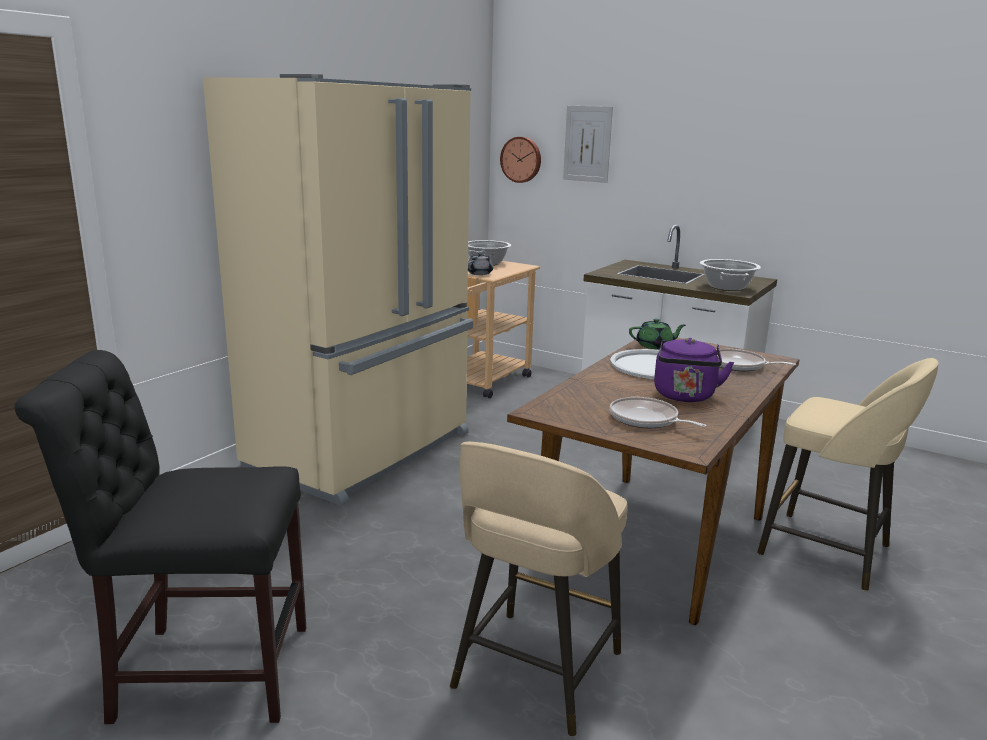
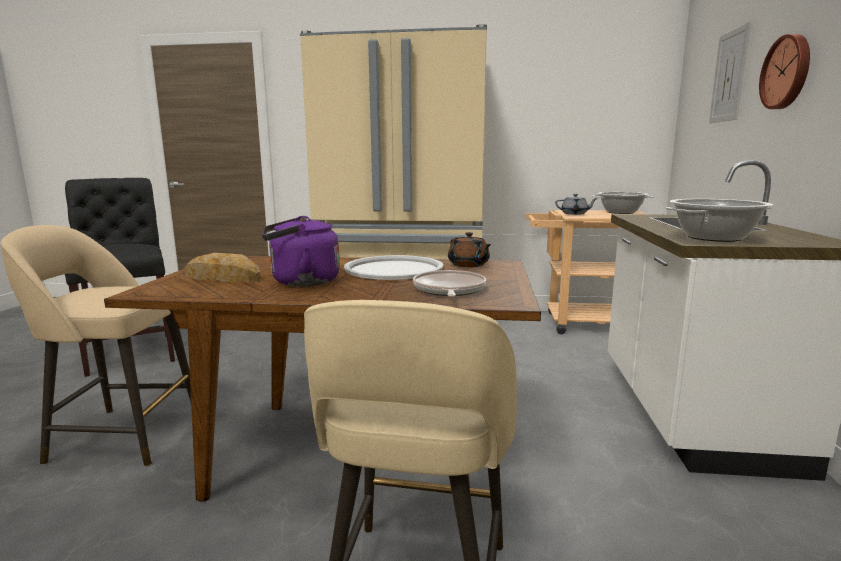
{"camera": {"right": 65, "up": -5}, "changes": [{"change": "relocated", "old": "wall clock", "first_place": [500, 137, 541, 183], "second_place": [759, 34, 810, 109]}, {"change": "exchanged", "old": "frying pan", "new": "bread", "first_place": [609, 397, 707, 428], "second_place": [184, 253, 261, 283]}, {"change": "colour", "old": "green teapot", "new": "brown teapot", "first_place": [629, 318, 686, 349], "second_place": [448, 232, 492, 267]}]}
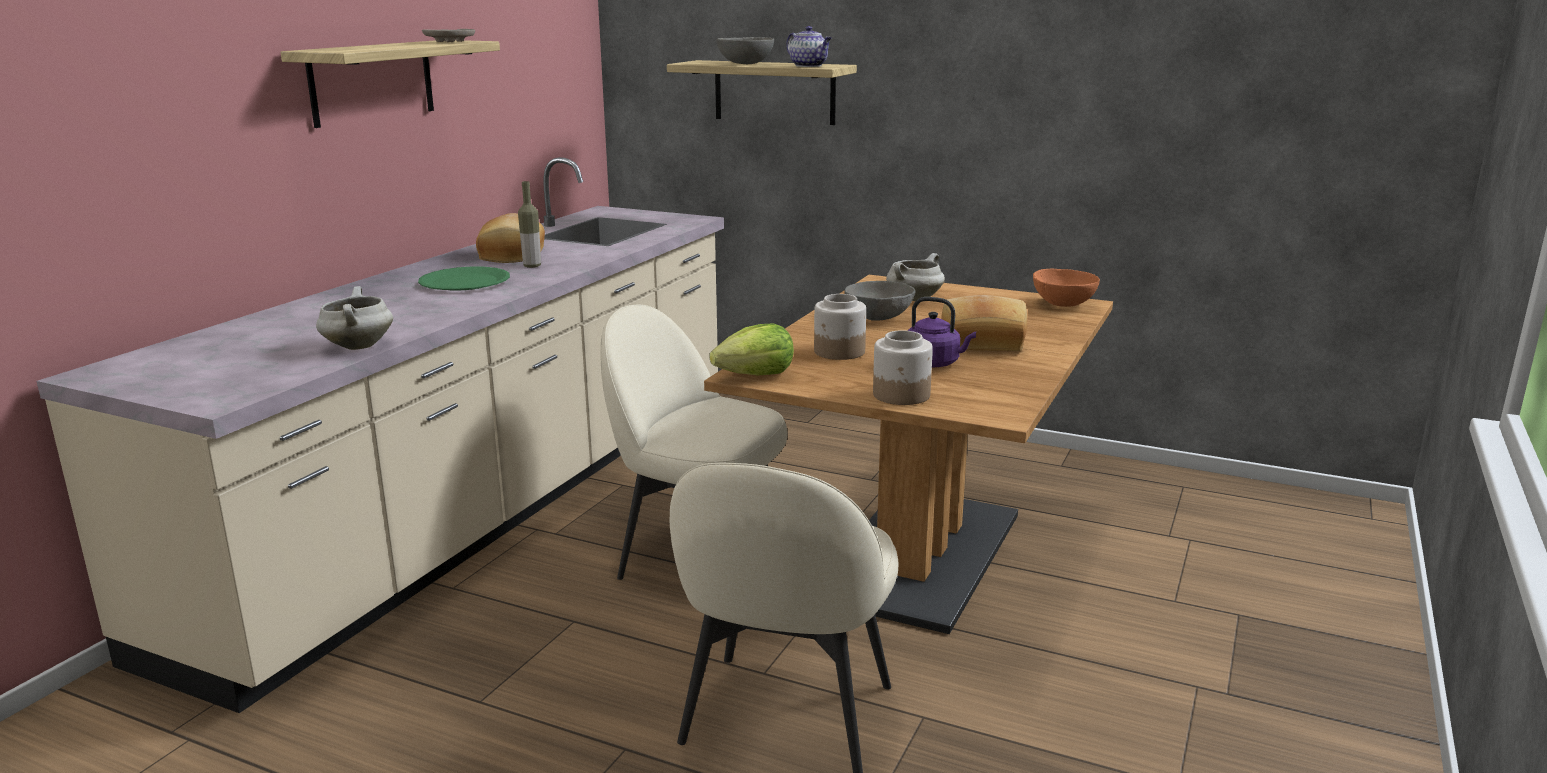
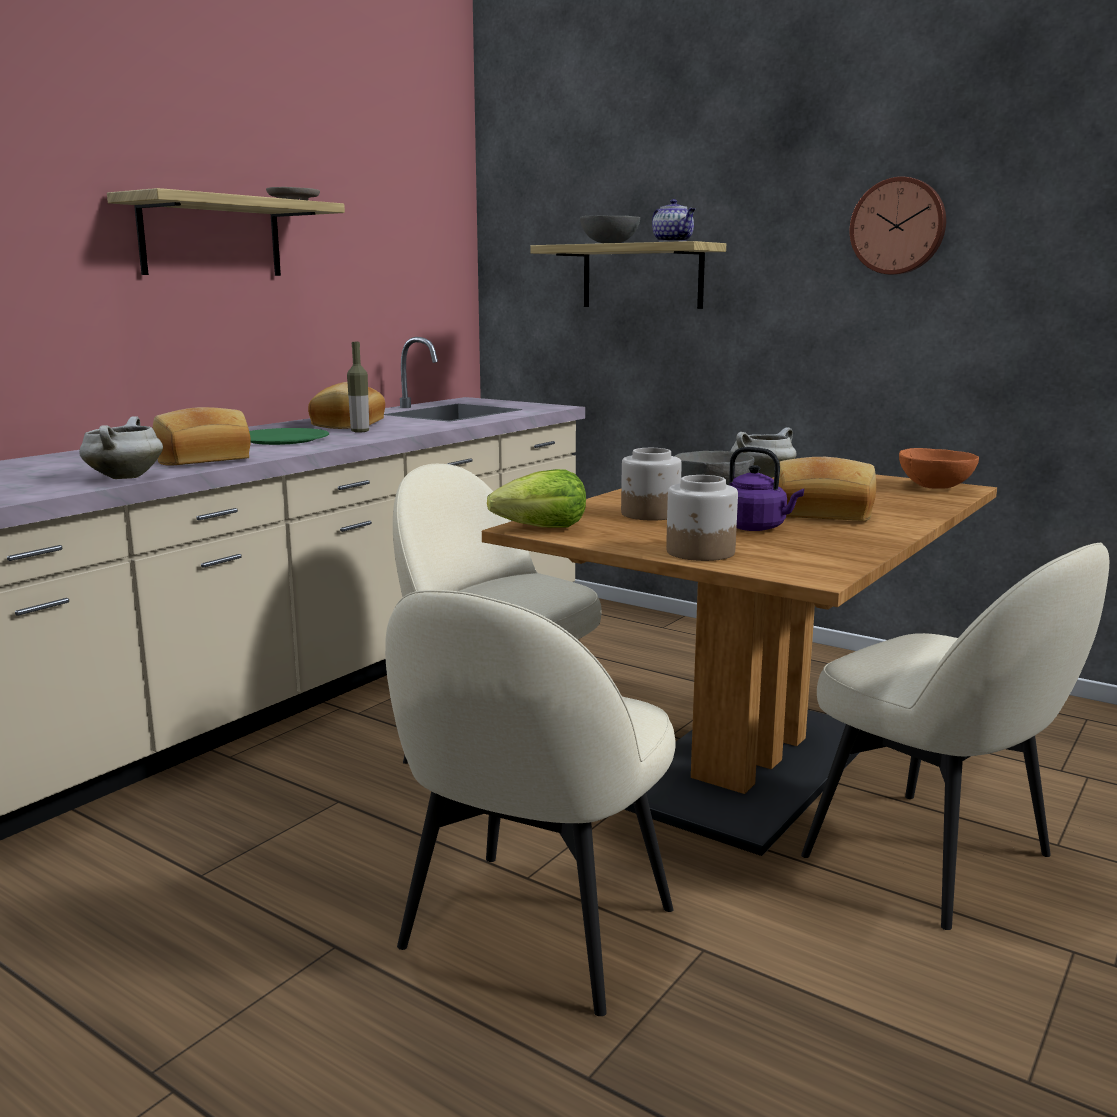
{"camera": {"right": 10, "up": -5}, "changes": [{"change": "appeared", "new": "bread", "second_place": [153, 407, 251, 465]}, {"change": "appeared", "new": "beige chair", "second_place": [801, 543, 1109, 930]}, {"change": "appeared", "new": "wall clock", "second_place": [850, 177, 946, 275]}]}
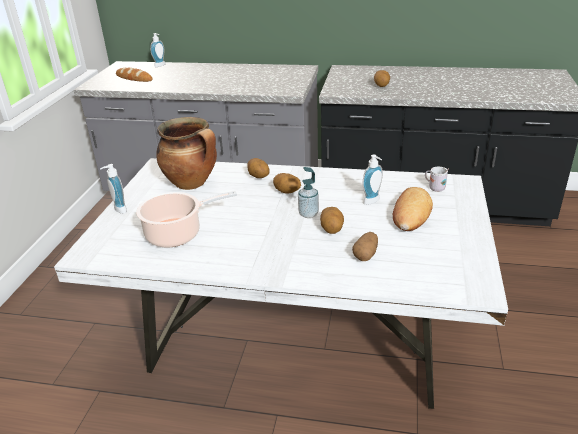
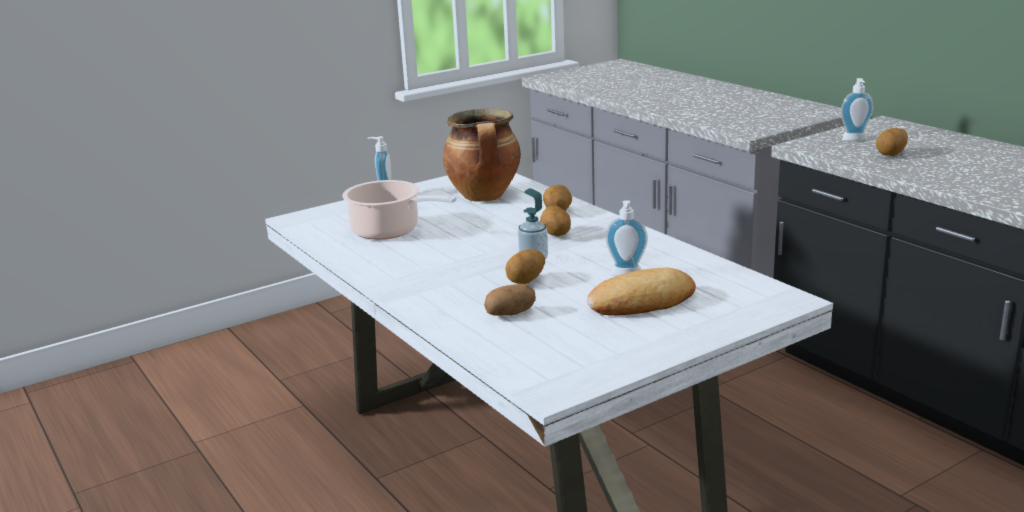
{"camera": {"right": 45, "up": -10}, "changes": [{"change": "missing", "old": "bread", "first_place": [116, 68, 153, 82]}, {"change": "relocated", "old": "soap dispenser", "first_place": [150, 33, 166, 67], "second_place": [841, 78, 873, 141]}, {"change": "missing", "old": "white mug", "first_place": [425, 167, 449, 192]}]}
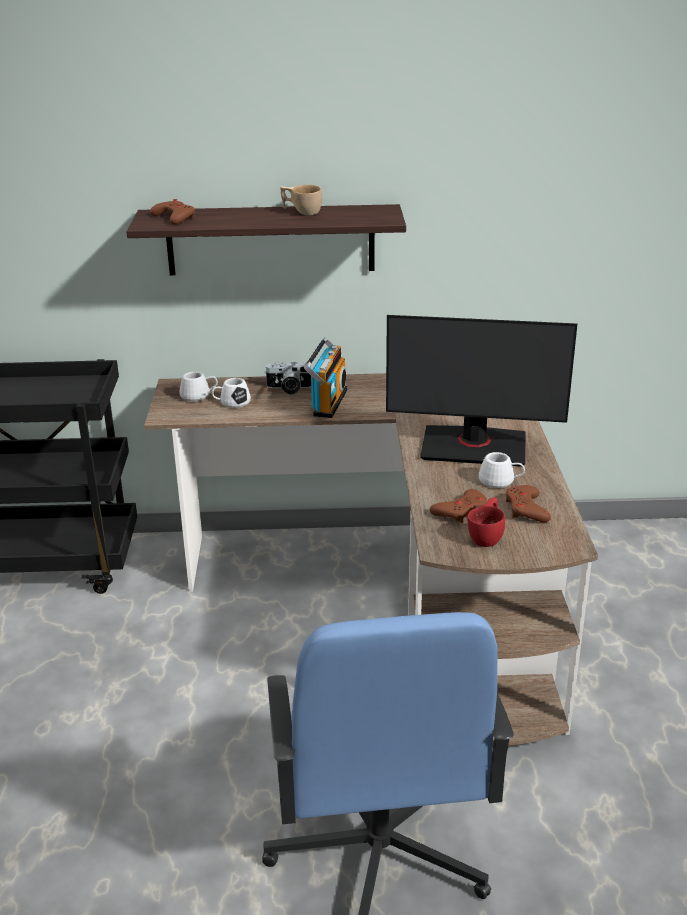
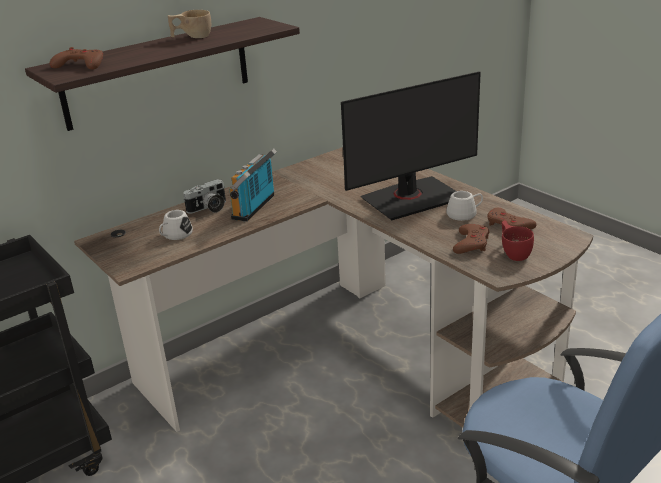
{"camera": {"right": -35, "up": 0}, "changes": [{"change": "missing", "old": "white mug", "first_place": [180, 371, 218, 401]}, {"change": "spun", "old": "radio", "first_place": [304, 337, 347, 418], "second_place": [229, 149, 277, 222], "degrees": -135}]}
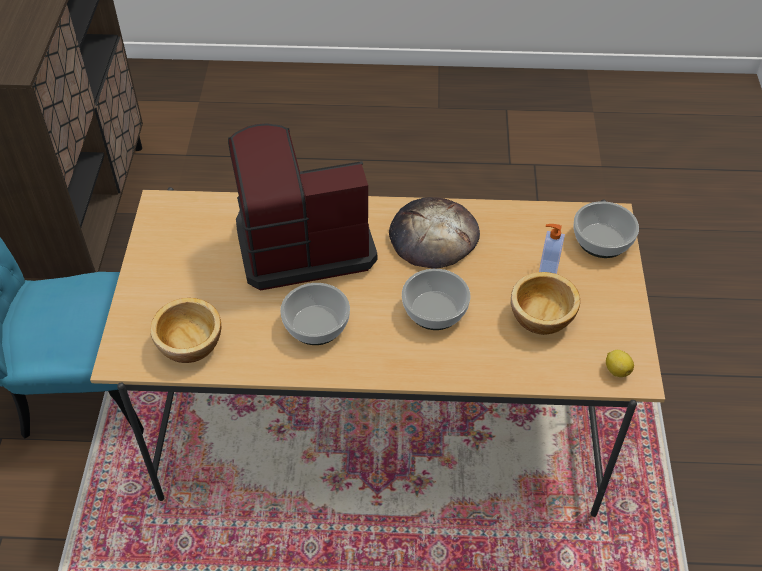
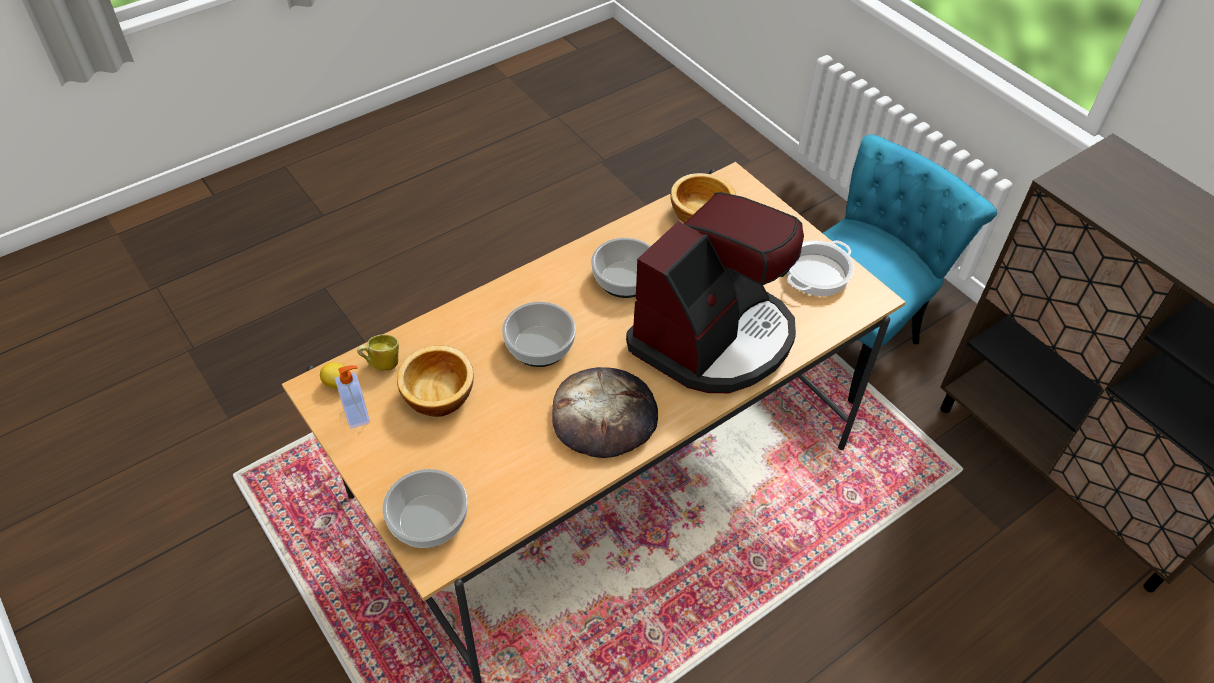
{"camera": {"right": 140, "up": 0}, "changes": [{"change": "relocated", "old": "soap dispenser", "first_place": [539, 224, 565, 274], "second_place": [335, 365, 370, 429]}, {"change": "appeared", "new": "mug", "second_place": [357, 335, 399, 371]}, {"change": "appeared", "new": "cooking pot", "second_place": [787, 240, 854, 296]}]}
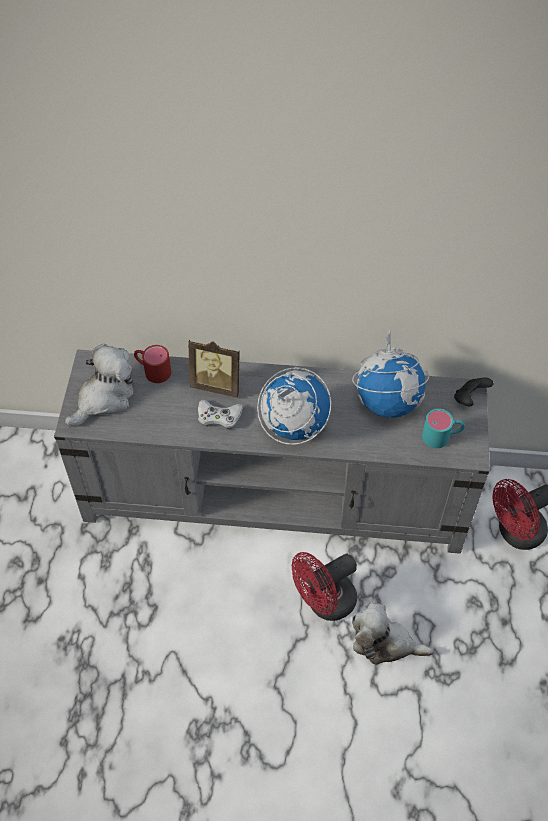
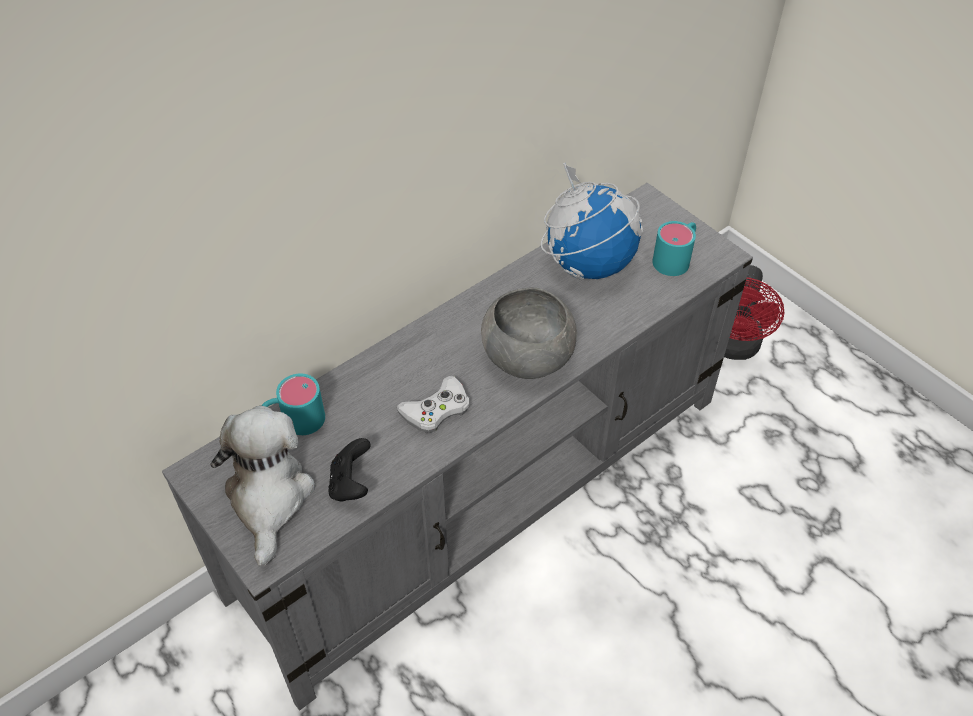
{"camera": {"right": -45, "up": -5}, "changes": [{"change": "colour", "old": "red mug", "new": "turquoise mug", "first_place": [134, 345, 171, 383], "second_place": [261, 374, 325, 435]}, {"change": "missing", "old": "picture frame", "first_place": [188, 339, 240, 398]}, {"change": "exchanged", "old": "globe", "new": "grey bowl", "first_place": [257, 367, 331, 445], "second_place": [481, 287, 577, 379]}, {"change": "missing", "old": "red fan", "first_place": [292, 552, 357, 621]}, {"change": "missing", "old": "plush toy", "first_place": [352, 603, 434, 665]}, {"change": "relocated", "old": "black game controller", "first_place": [454, 378, 494, 406], "second_place": [328, 438, 371, 501]}]}
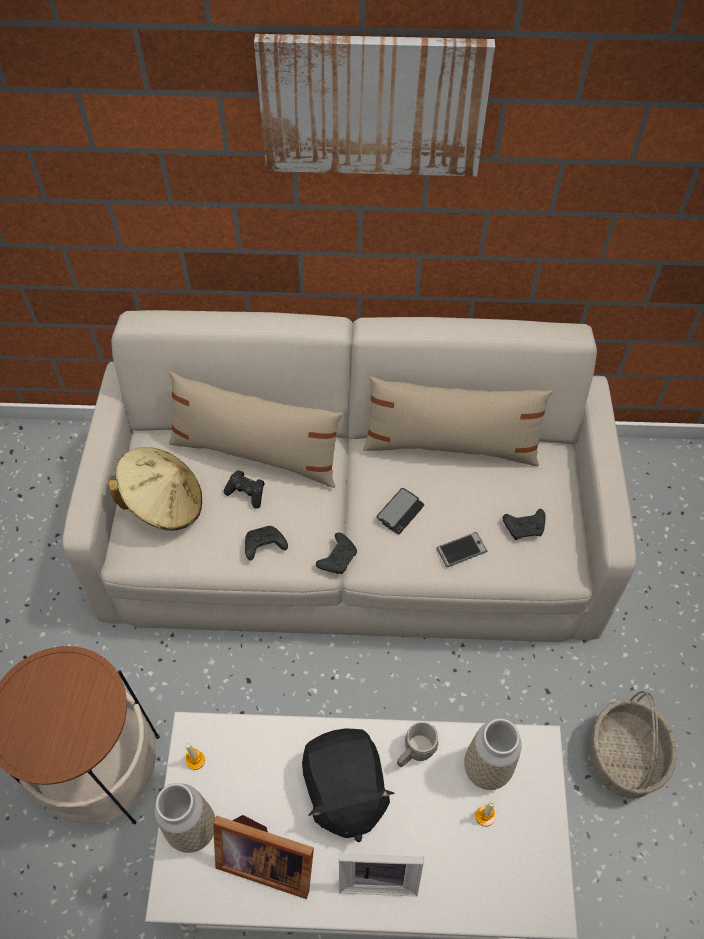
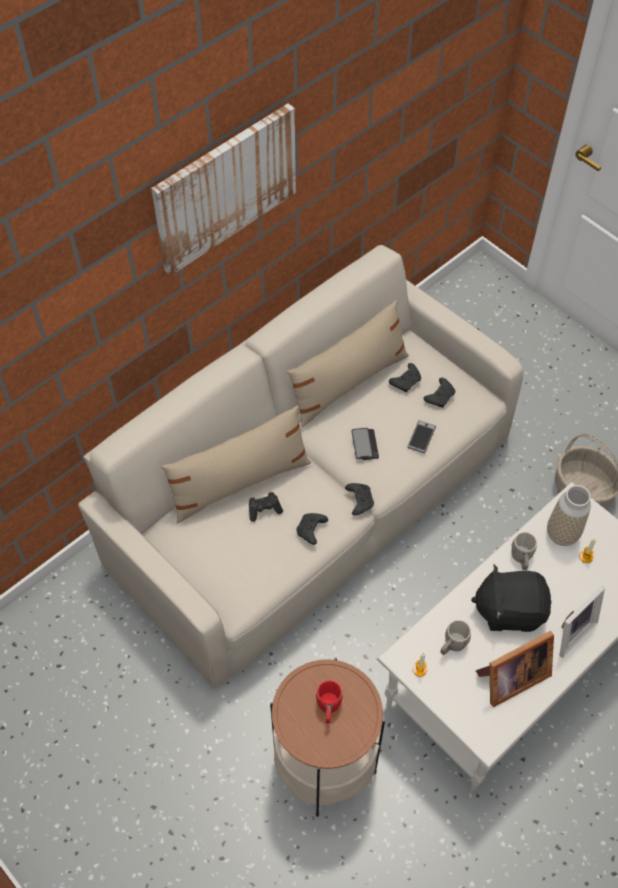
{"camera": {"right": -45, "up": 0}, "changes": [{"change": "missing", "old": "beige hat", "first_place": [108, 447, 202, 531]}, {"change": "missing", "old": "vase", "first_place": [155, 783, 215, 853]}, {"change": "spun", "old": "black plush toy", "first_place": [302, 728, 395, 843], "second_place": [471, 564, 551, 632], "degrees": 150}, {"change": "appeared", "new": "red mug", "second_place": [316, 680, 343, 724]}, {"change": "appeared", "new": "black game controller", "second_place": [389, 363, 421, 392]}, {"change": "appeared", "new": "grey mug", "second_place": [440, 620, 471, 655]}]}
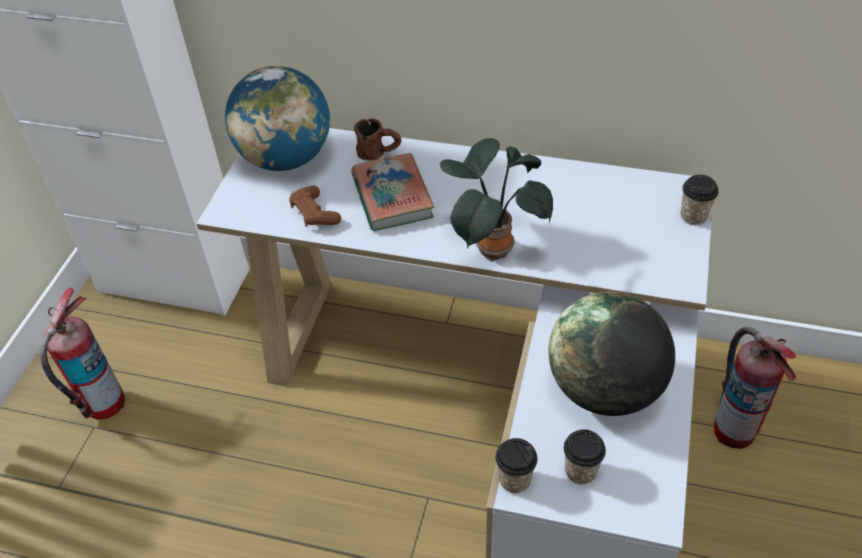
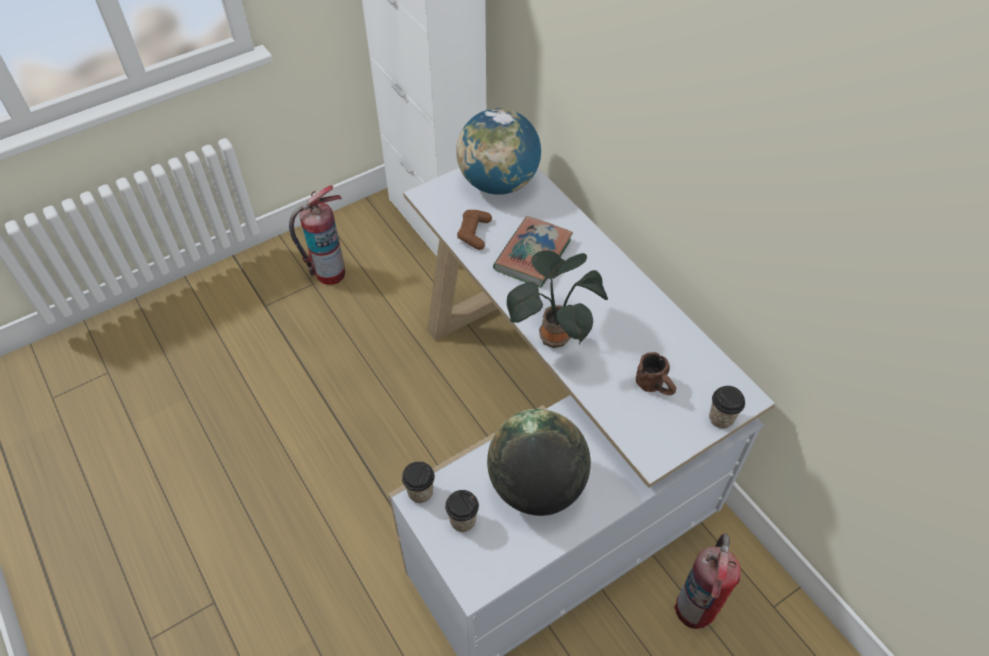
{"camera": {"right": 40, "up": 5}, "changes": [{"change": "relocated", "old": "brown mug", "first_place": [354, 118, 401, 161], "second_place": [636, 352, 677, 395]}]}
